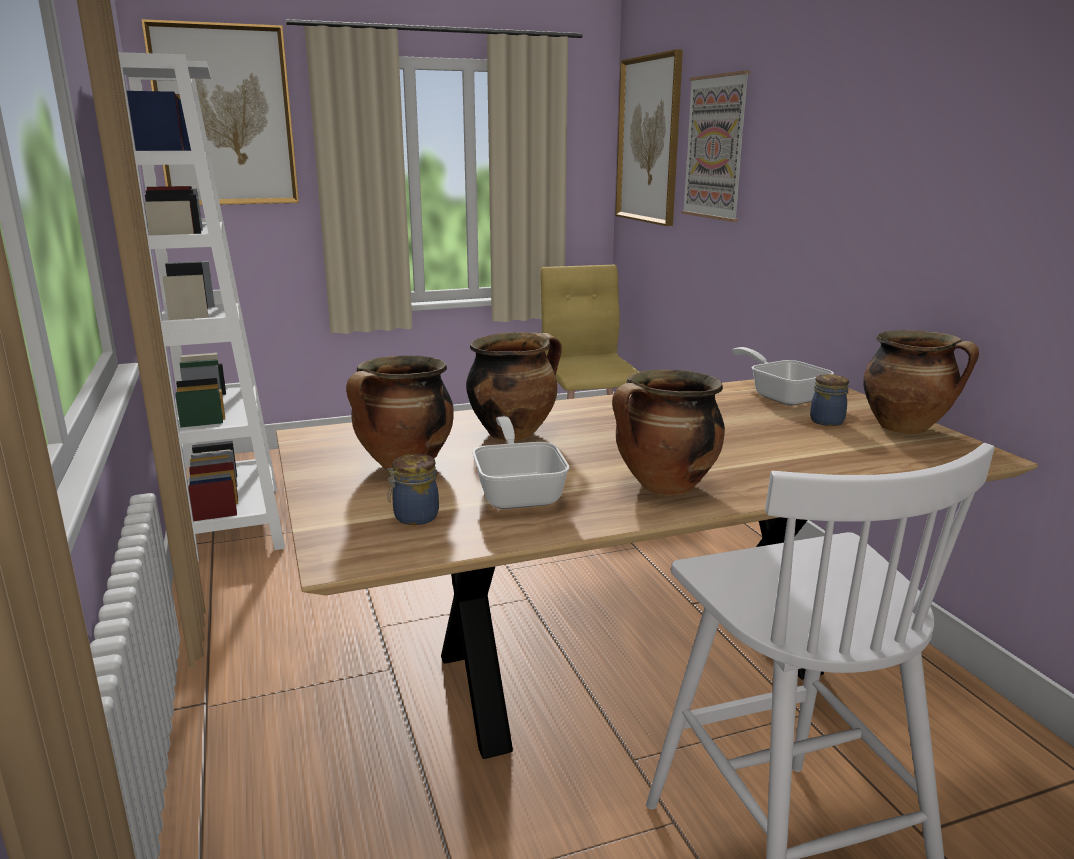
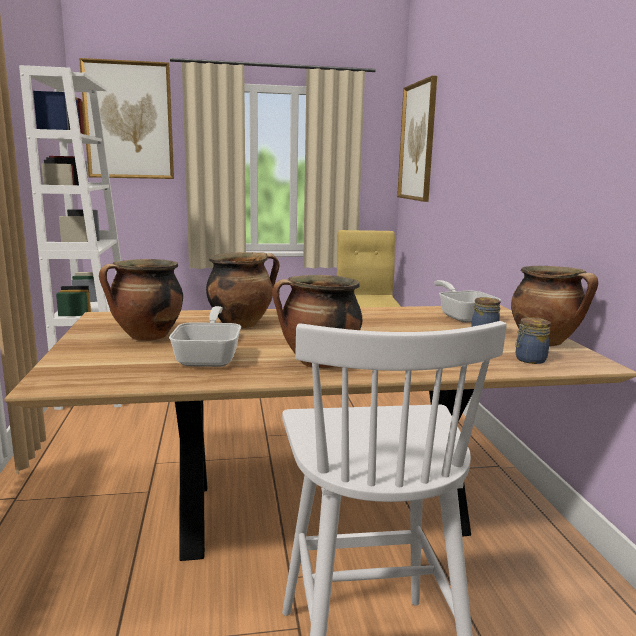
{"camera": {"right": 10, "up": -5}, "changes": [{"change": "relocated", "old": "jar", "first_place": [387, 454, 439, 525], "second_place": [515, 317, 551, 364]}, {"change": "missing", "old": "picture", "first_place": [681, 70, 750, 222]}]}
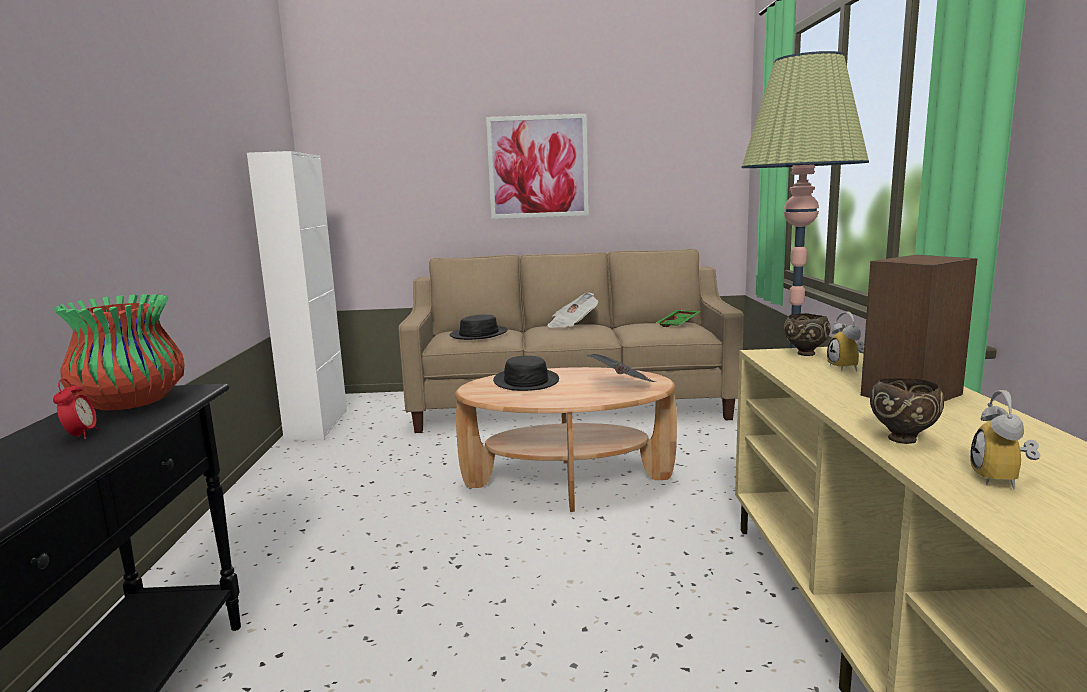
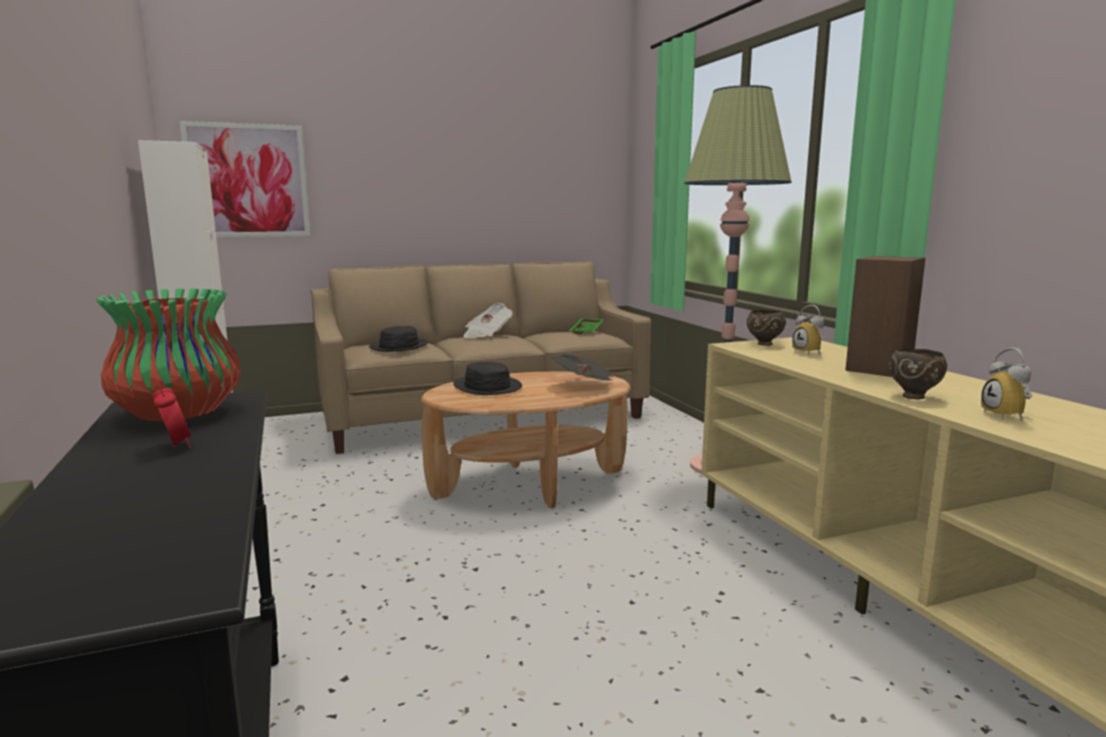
{"camera": {"right": -20, "up": 0}, "changes": [{"change": "relocated", "old": "picture", "first_place": [486, 114, 589, 219], "second_place": [179, 121, 310, 237]}]}
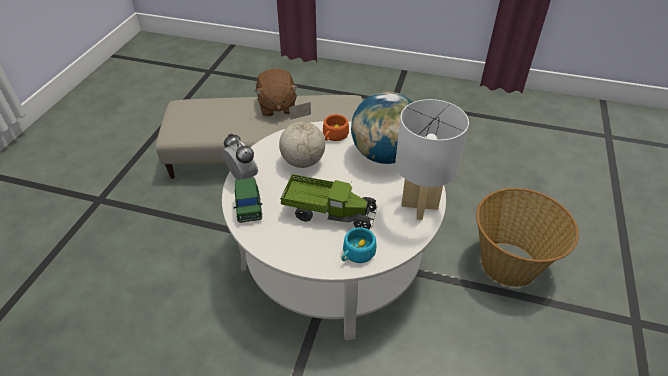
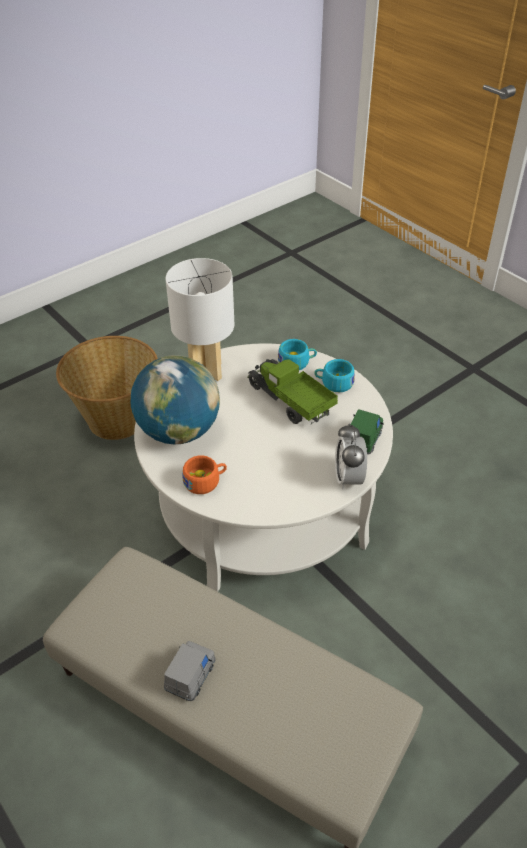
{"camera": {"right": -145, "up": 0}, "changes": [{"change": "exchanged", "old": "brown plush toy", "new": "grey toy car", "first_place": [255, 69, 298, 116], "second_place": [164, 641, 215, 701]}, {"change": "missing", "old": "globe", "first_place": [279, 102, 325, 168]}, {"change": "appeared", "new": "turquoise cup", "second_place": [314, 359, 355, 392]}]}
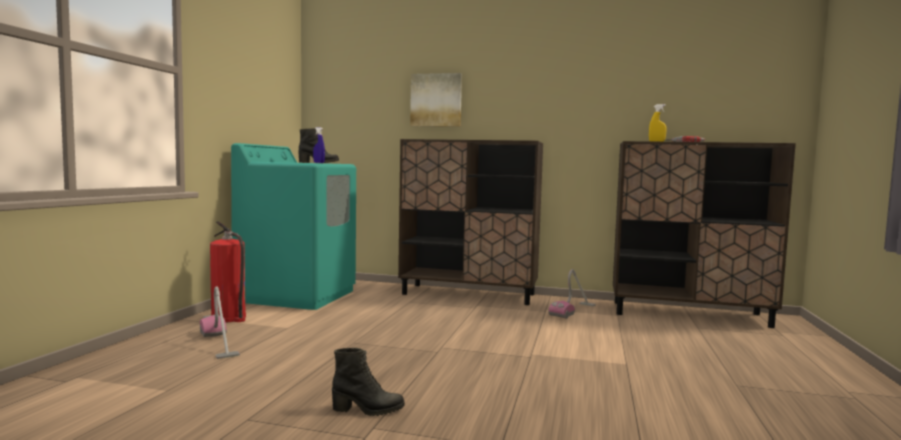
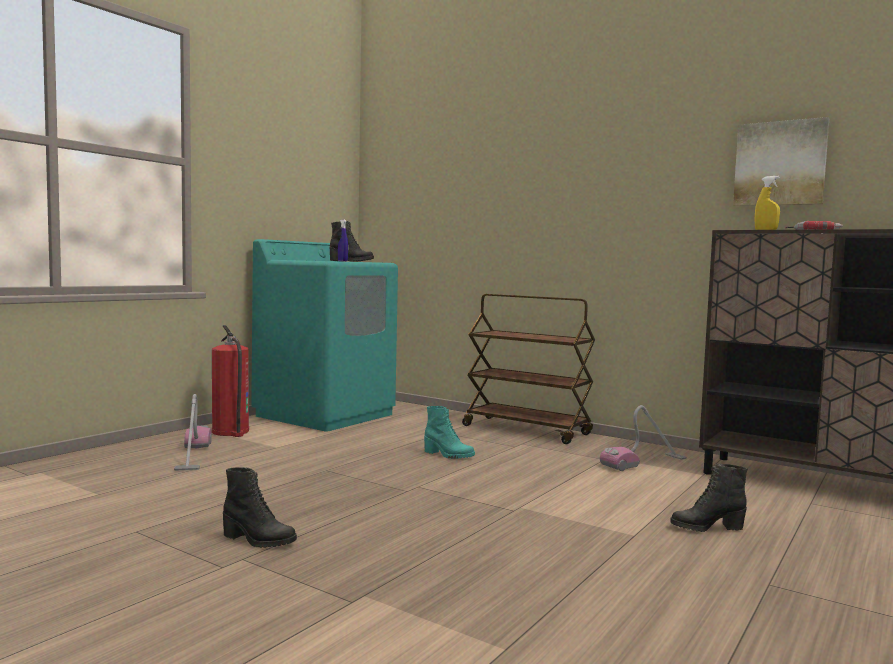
{"camera": {"right": 20, "up": 0}, "changes": [{"change": "exchanged", "old": "brown cabinet", "new": "brown cart", "first_place": [398, 139, 543, 305], "second_place": [462, 294, 595, 444]}, {"change": "relocated", "old": "picture", "first_place": [410, 73, 462, 127], "second_place": [733, 117, 829, 206]}, {"change": "appeared", "new": "turquoise boot", "second_place": [424, 406, 475, 459]}, {"change": "appeared", "new": "black boot", "second_place": [670, 464, 747, 532]}]}
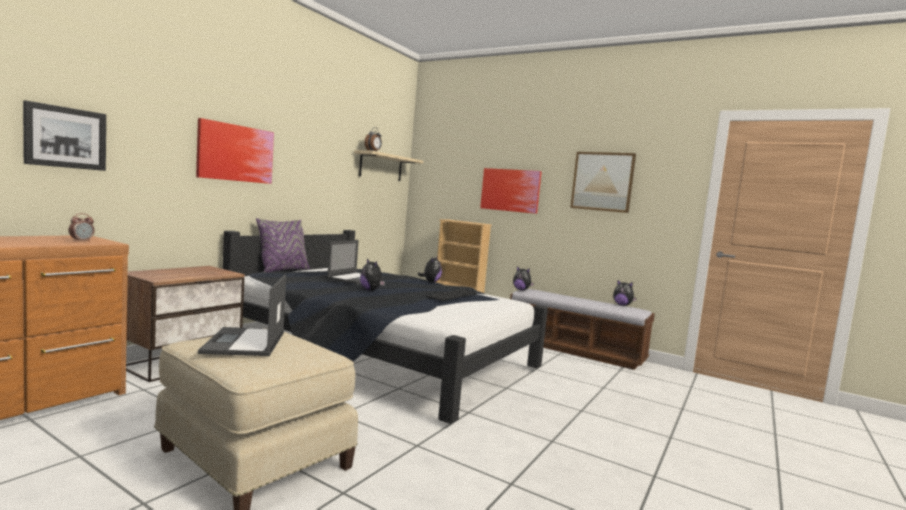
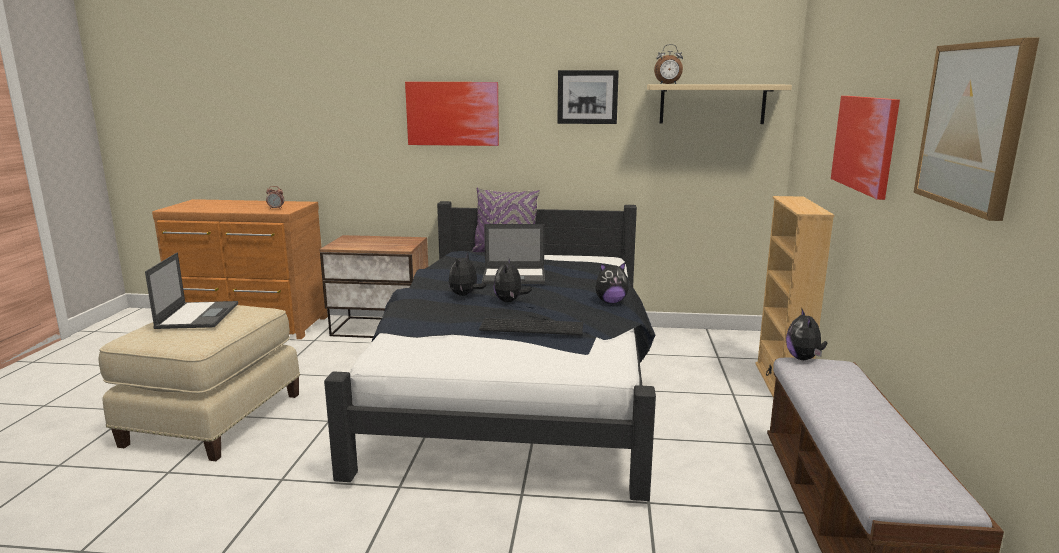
{"camera": {"right": 65, "up": 10}, "changes": [{"change": "relocated", "old": "picture", "first_place": [23, 100, 106, 171], "second_place": [557, 70, 619, 124]}, {"change": "spun", "old": "laptop", "first_place": [198, 275, 286, 356], "second_place": [145, 252, 238, 329], "degrees": 120}, {"change": "relocated", "old": "plush toy", "first_place": [613, 280, 637, 306], "second_place": [494, 258, 532, 302]}]}
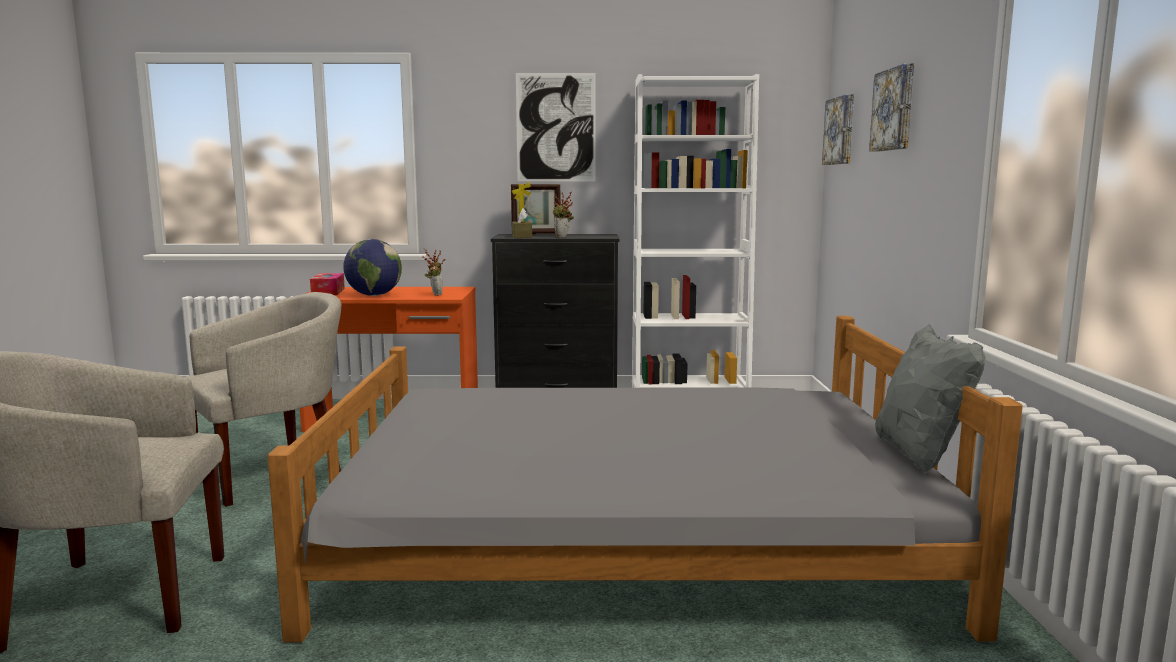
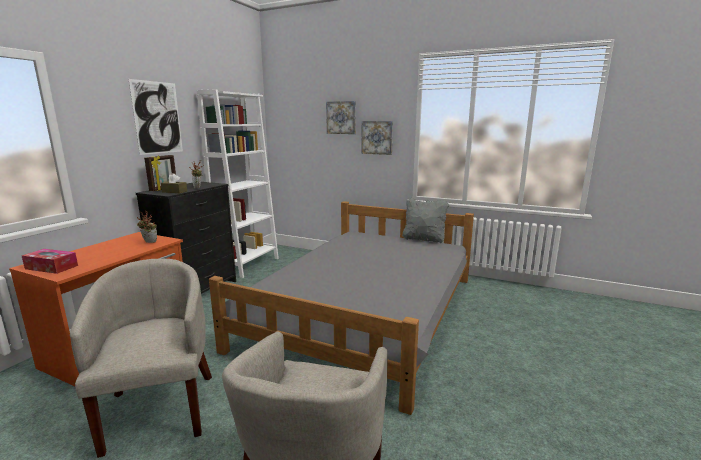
{"camera": {"right": -65, "up": 5}, "changes": [{"change": "missing", "old": "globe", "first_place": [343, 239, 402, 296]}, {"change": "relocated", "old": "picture", "first_place": [822, 94, 854, 165], "second_place": [361, 121, 393, 155]}]}
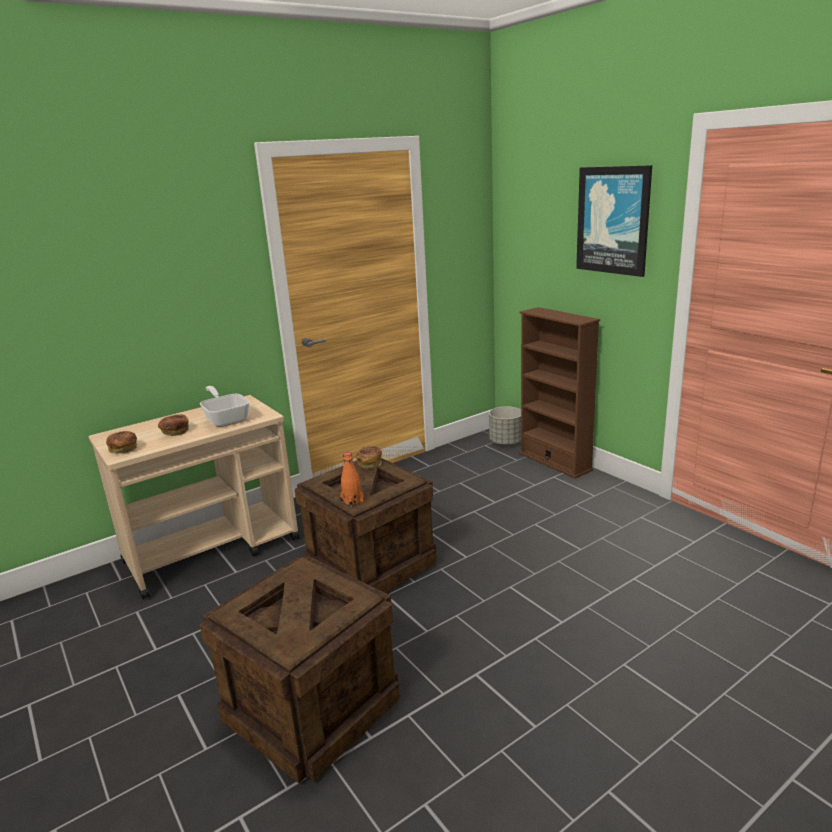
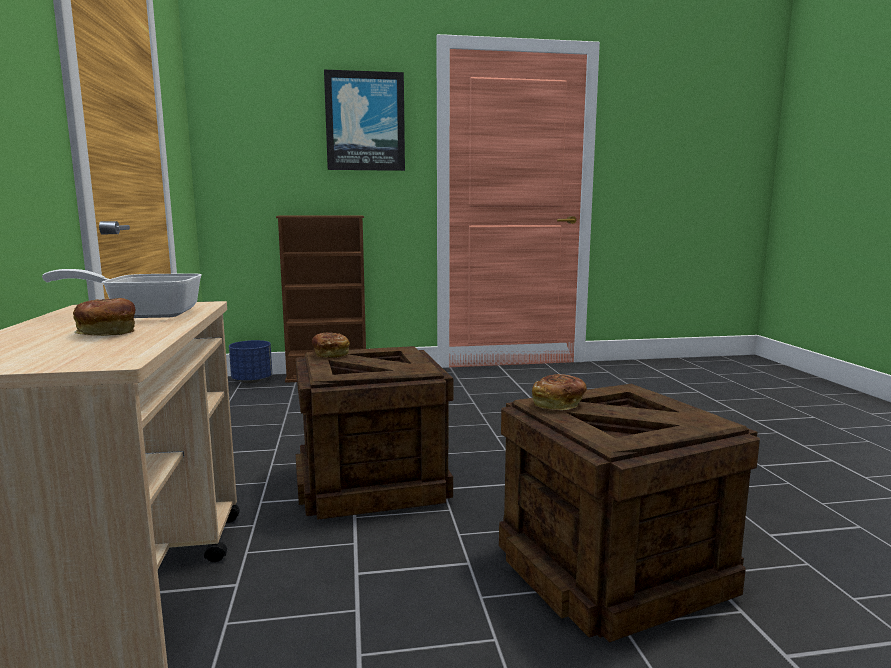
{"camera": {"right": -65, "up": -10}, "changes": [{"change": "relocated", "old": "bread", "first_place": [106, 431, 137, 454], "second_place": [532, 374, 587, 410]}, {"change": "missing", "old": "orange bottle", "first_place": [340, 452, 364, 507]}, {"change": "colour", "old": "grey planter", "new": "blue planter", "first_place": [489, 406, 521, 445], "second_place": [229, 340, 272, 383]}]}
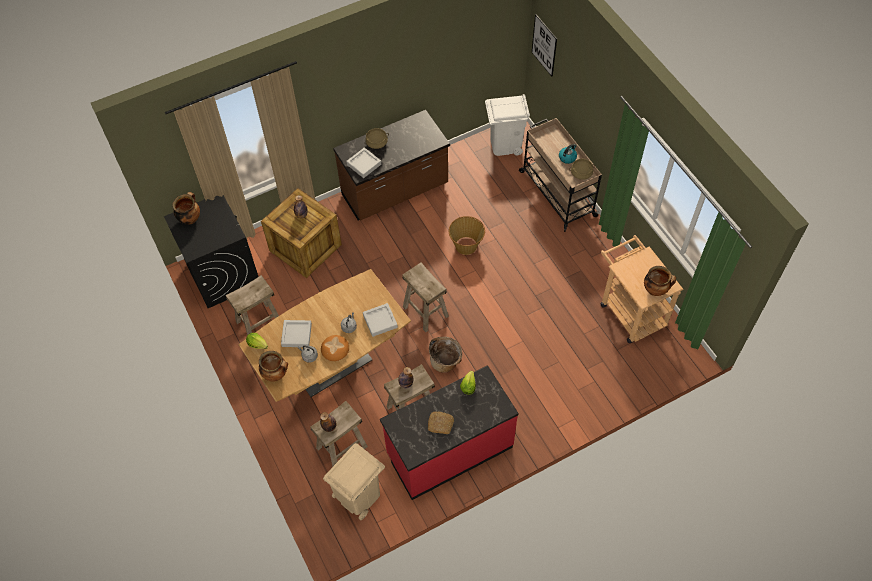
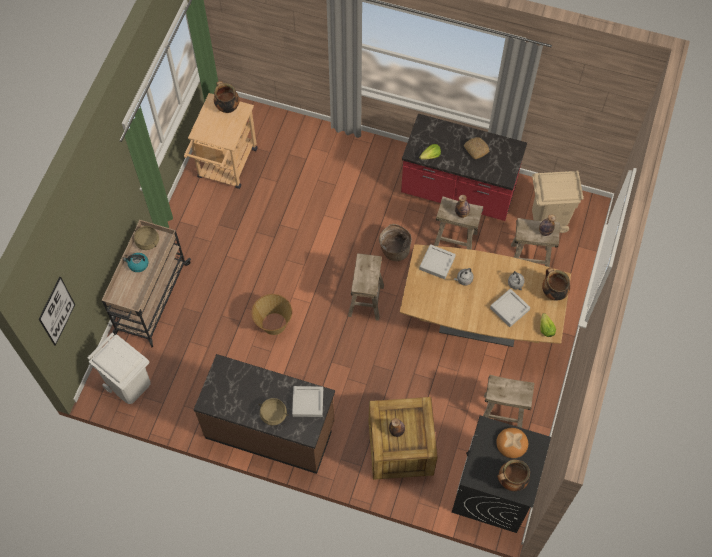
{"camera": {"right": -135, "up": 5}, "changes": [{"change": "relocated", "old": "bread", "first_place": [321, 335, 349, 361], "second_place": [496, 428, 528, 458]}]}
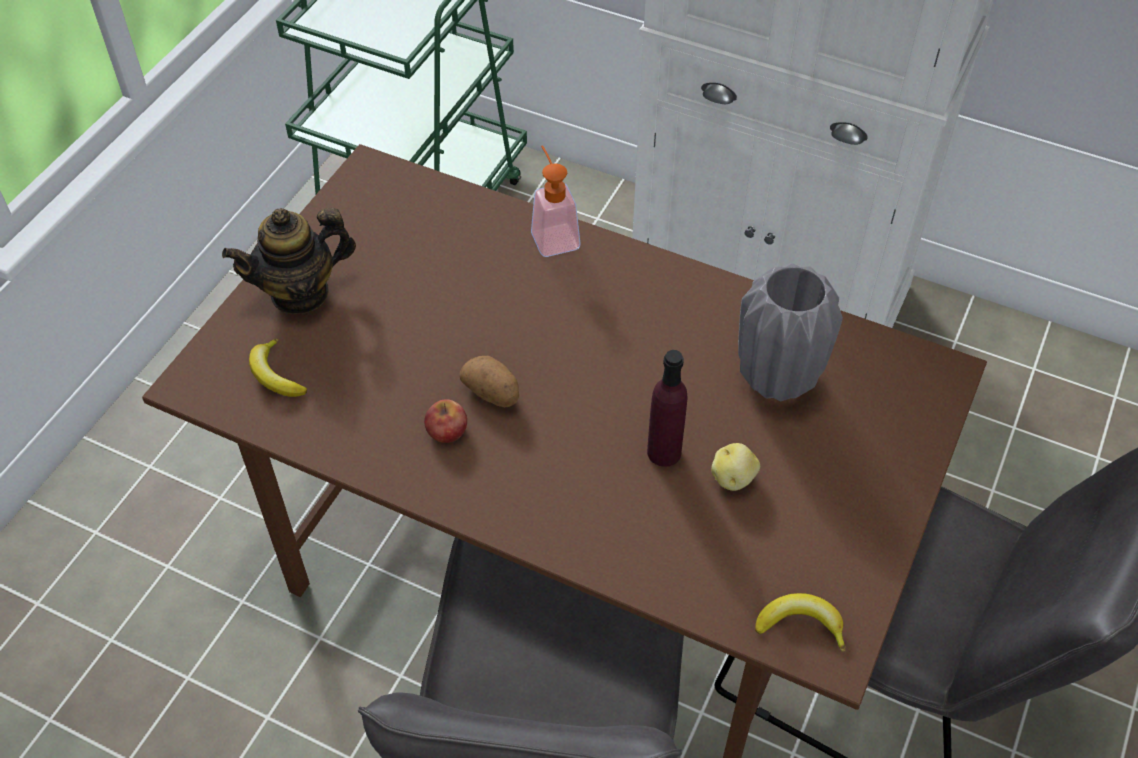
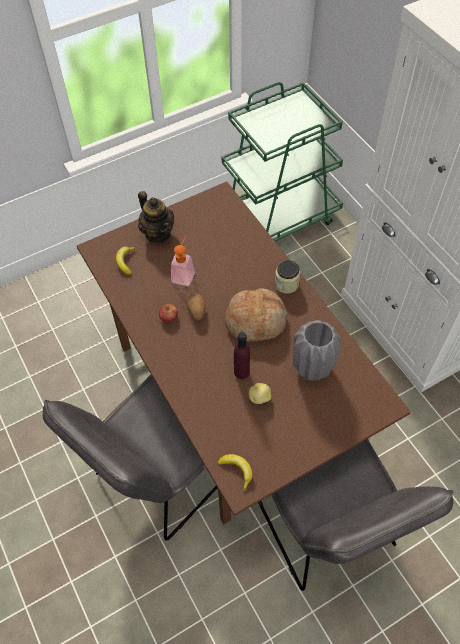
{"camera": {"right": 35, "up": 5}, "changes": [{"change": "spun", "old": "teapot", "first_place": [222, 208, 356, 314], "second_place": [138, 191, 174, 243], "degrees": -135}, {"change": "relocated", "old": "soap dispenser", "first_place": [531, 145, 580, 257], "second_place": [171, 235, 195, 286]}, {"change": "appeared", "new": "bread", "second_place": [225, 288, 287, 342]}, {"change": "appeared", "new": "jar", "second_place": [275, 260, 300, 294]}]}
